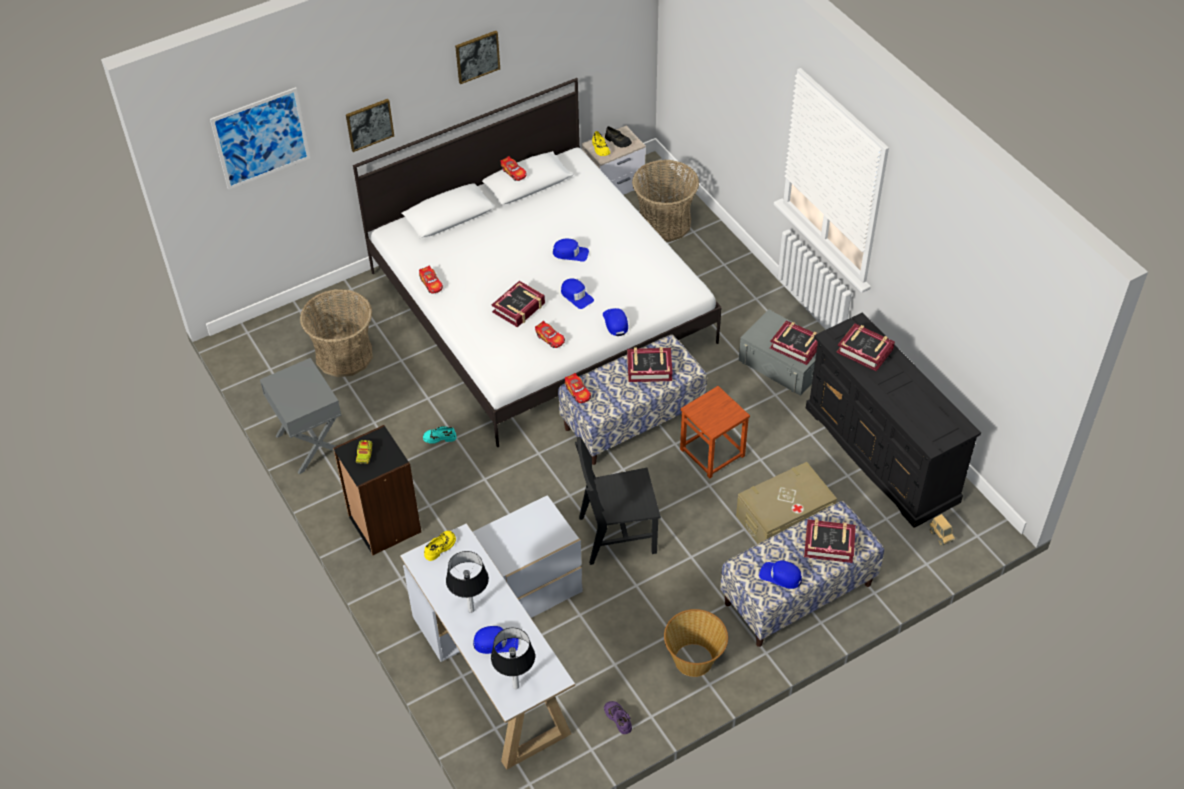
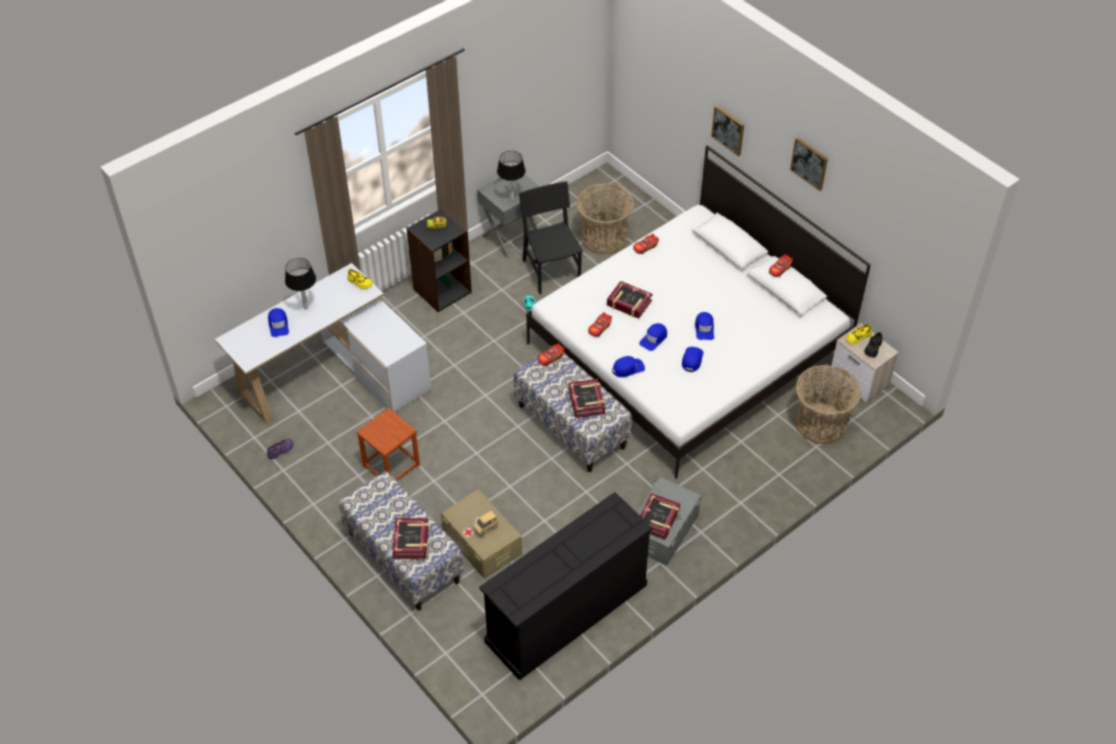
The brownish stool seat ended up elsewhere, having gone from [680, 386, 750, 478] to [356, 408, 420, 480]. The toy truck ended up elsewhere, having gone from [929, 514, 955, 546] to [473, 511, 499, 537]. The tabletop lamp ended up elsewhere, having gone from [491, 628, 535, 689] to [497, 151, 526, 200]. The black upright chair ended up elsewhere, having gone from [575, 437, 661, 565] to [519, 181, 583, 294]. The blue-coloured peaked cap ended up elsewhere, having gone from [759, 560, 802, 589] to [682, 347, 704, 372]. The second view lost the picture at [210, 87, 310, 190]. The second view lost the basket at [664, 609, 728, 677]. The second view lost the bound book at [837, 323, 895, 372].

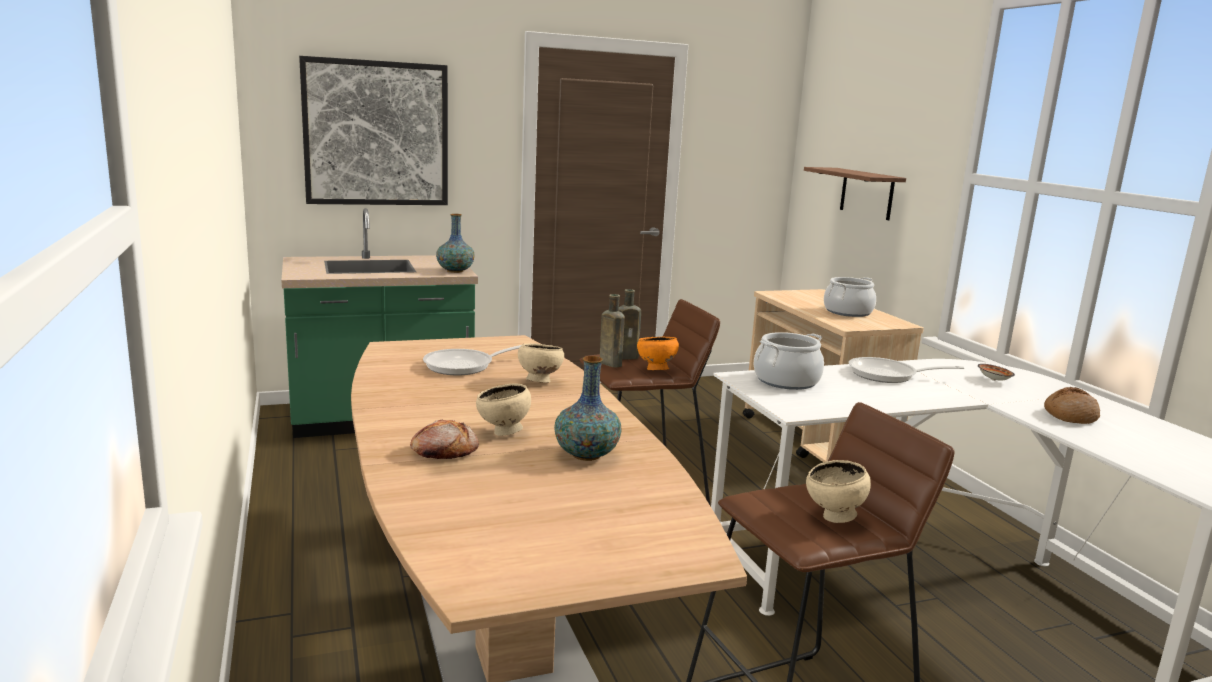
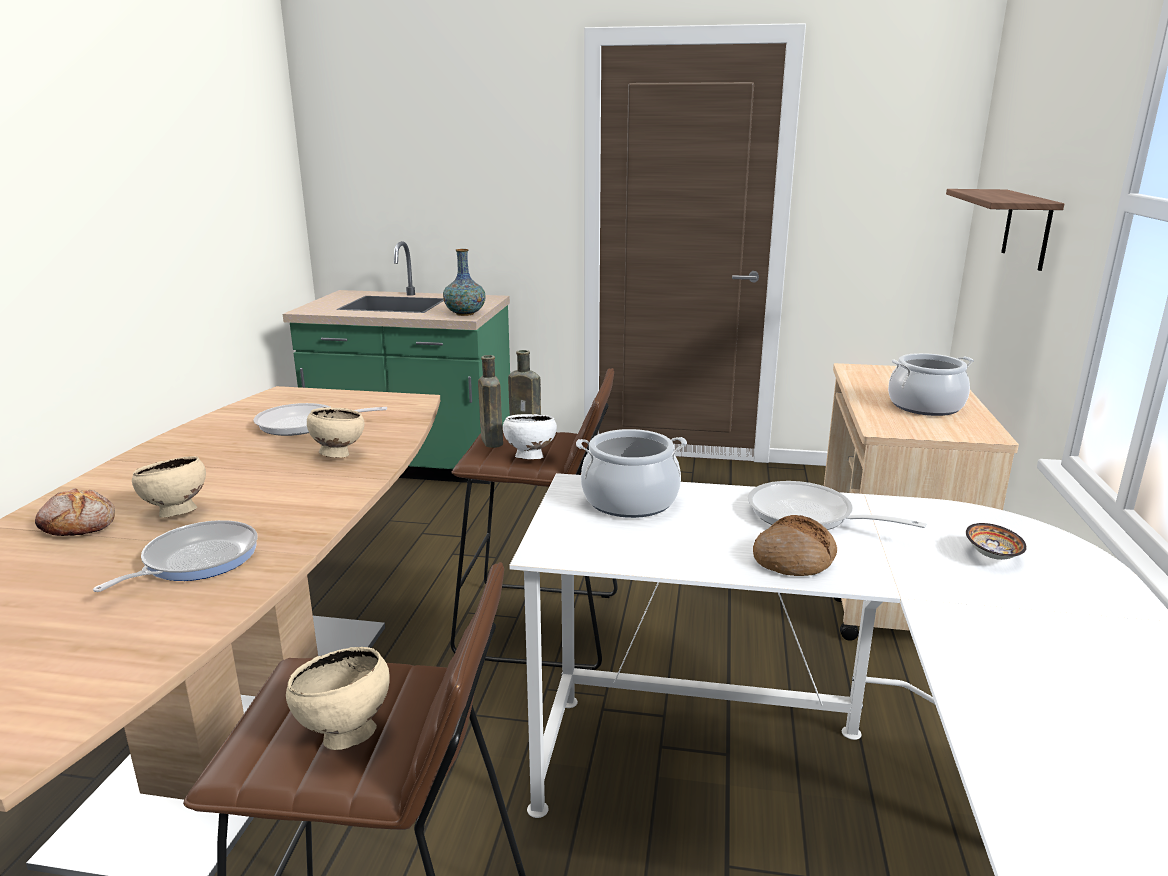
Where the decorative vase stood at [554, 356, 622, 461], the frying pan came to stand at [93, 520, 257, 592]. What was the orange-coloured serving bowl at [637, 337, 679, 370] turned into the whitish serving bowl at [503, 414, 557, 459]. The baked bread ended up elsewhere, having gone from [1044, 387, 1100, 424] to [753, 515, 837, 576]. The second view lost the picture at [299, 56, 448, 205].

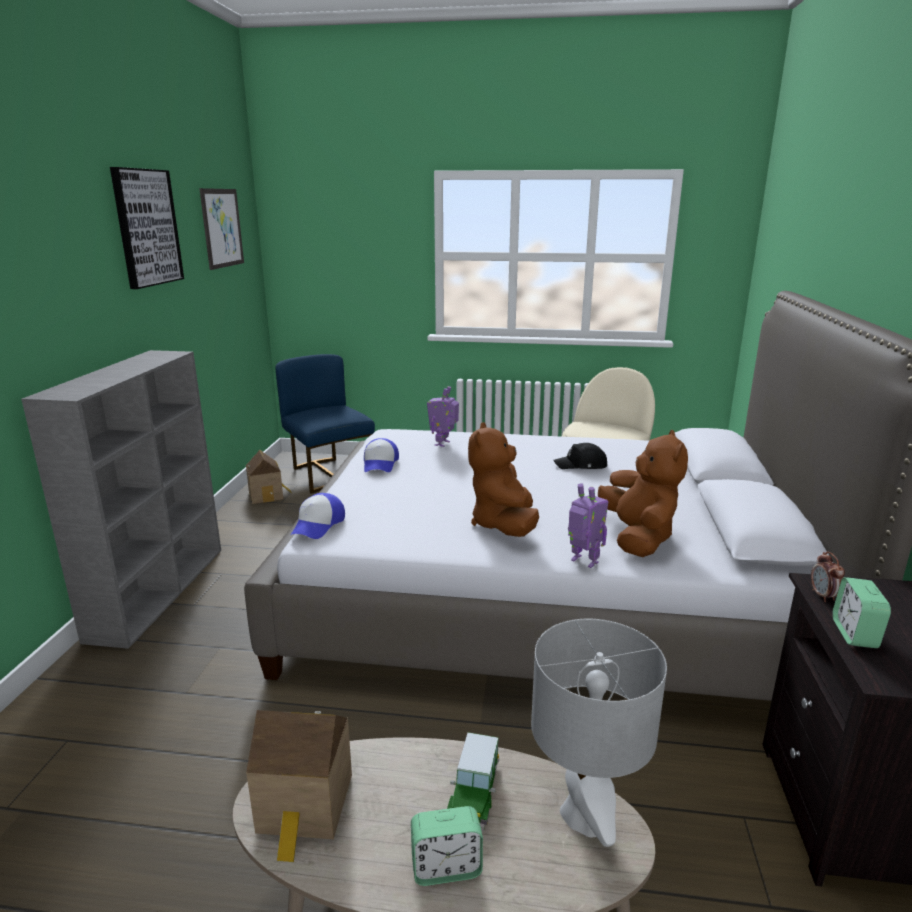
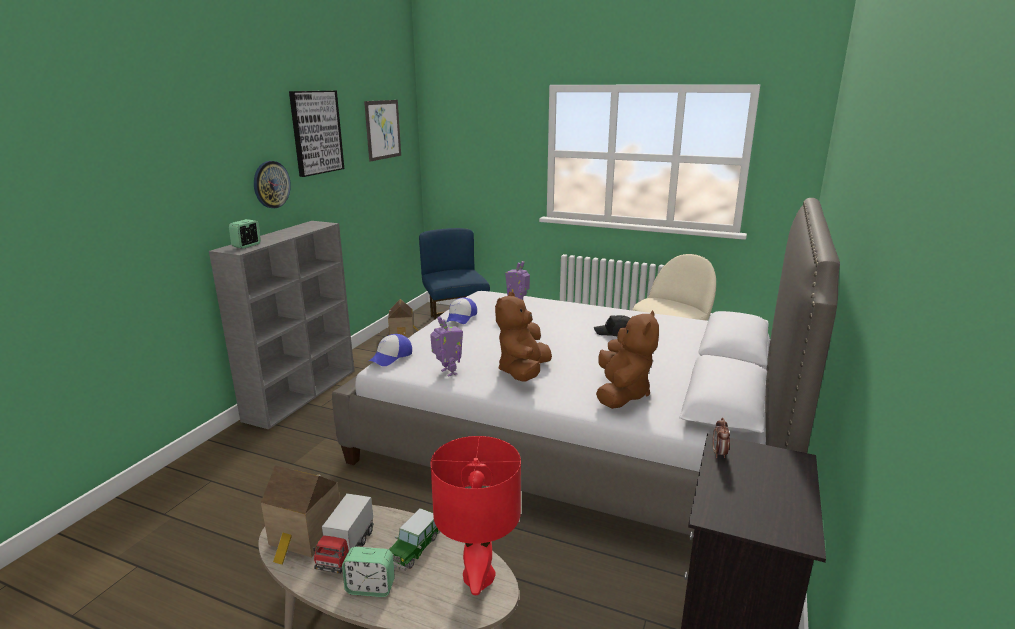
The bedside clock ended up elsewhere, having gone from [833, 577, 891, 648] to [229, 219, 261, 249]. The second view gained the wall clock at [254, 161, 291, 208]. The second view gained the toy truck at [313, 493, 374, 574]. The toy robot ended up elsewhere, having gone from [568, 483, 608, 568] to [430, 317, 463, 377]. What was the grey tabletop lamp at [531, 619, 667, 847] turned into the red tabletop lamp at [431, 436, 521, 595].

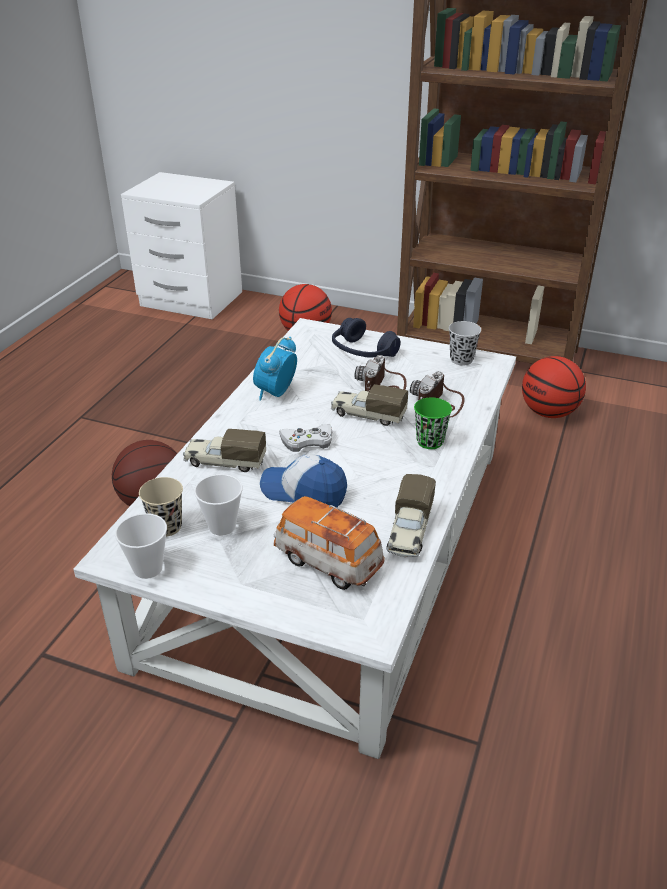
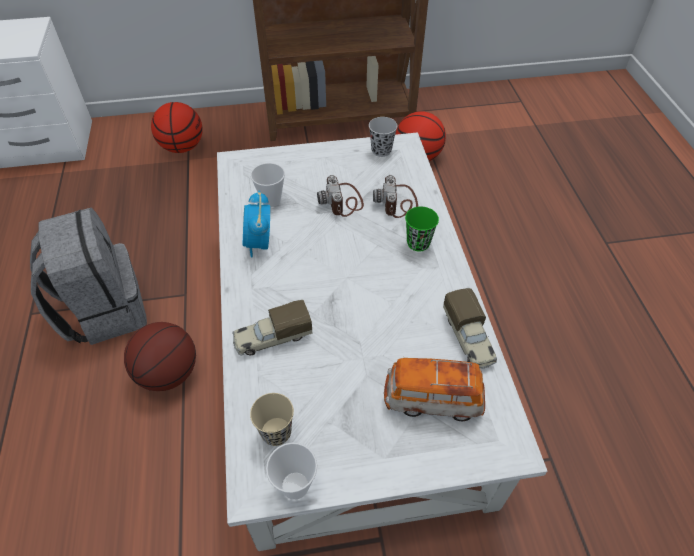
The second view gained the grey backpack at [30, 207, 147, 345]. The cup ended up elsewhere, having gone from [194, 474, 243, 536] to [250, 163, 285, 207]. The second view lost the peaked cap at [260, 454, 347, 508]. The second view lost the whitish gamepad at [279, 424, 332, 452]. The second view lost the toy truck at [331, 384, 408, 426]. The second view lost the blue-coloured headset at [332, 318, 401, 358].

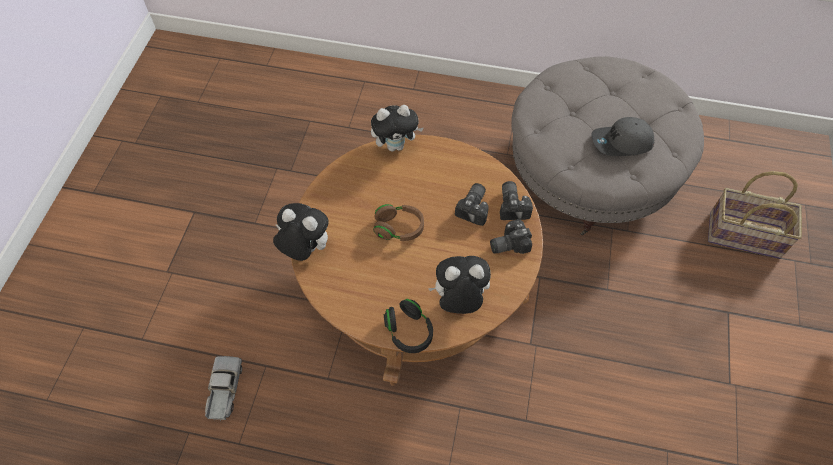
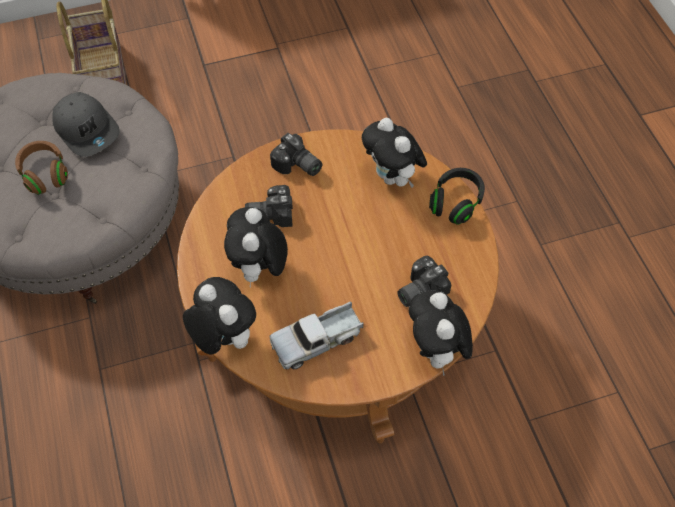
The brownish headset ended up elsewhere, having gone from [373, 204, 424, 241] to [15, 141, 68, 195]. The second view gained the plush toy at [224, 207, 288, 288]. The toy truck ended up elsewhere, having gone from [205, 356, 242, 421] to [269, 301, 364, 370]. The still camera ended up elsewhere, having gone from [500, 181, 533, 220] to [397, 256, 451, 307].

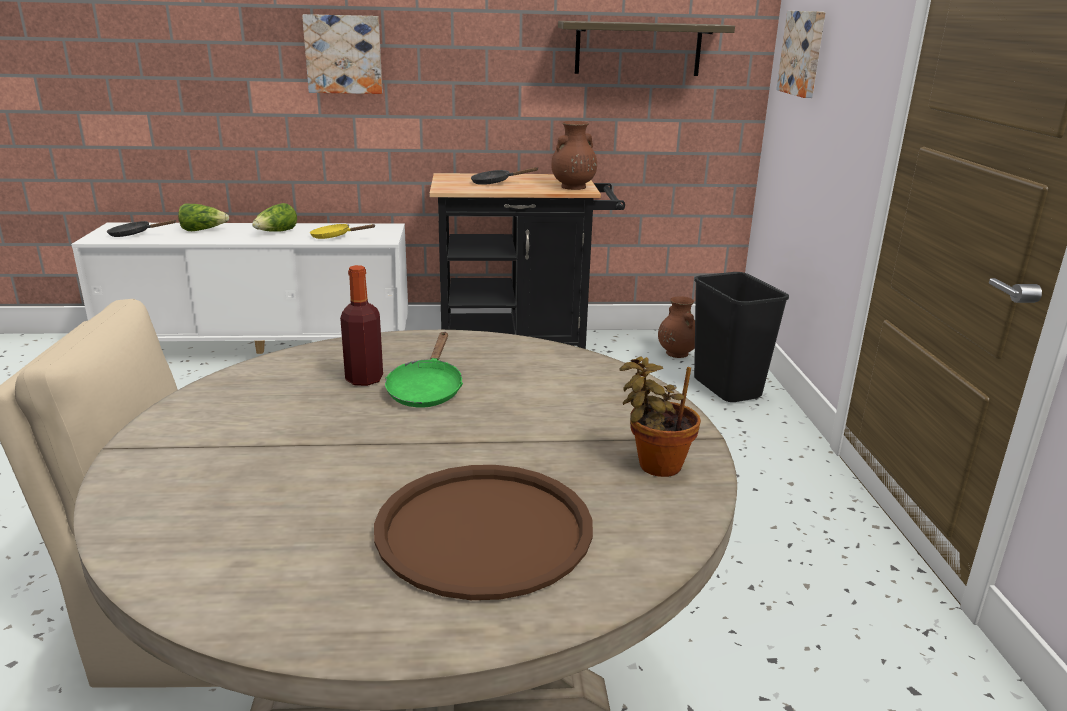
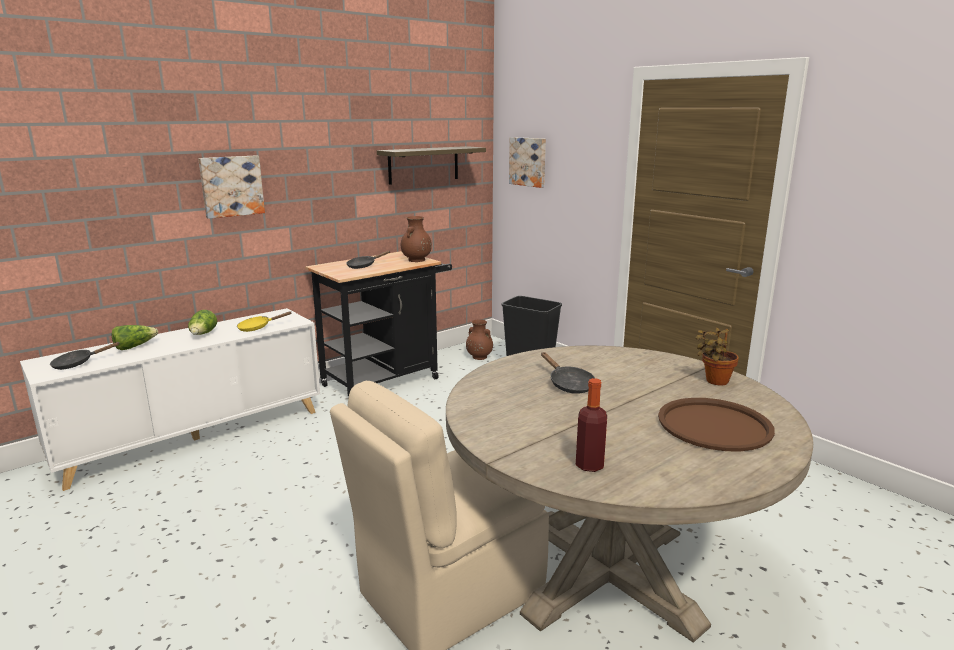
What was the green-coloured frying pan at [385, 332, 463, 408] turned into the black frying pan at [541, 352, 595, 394]. The beverage bottle ended up elsewhere, having gone from [340, 265, 383, 386] to [576, 378, 607, 472].

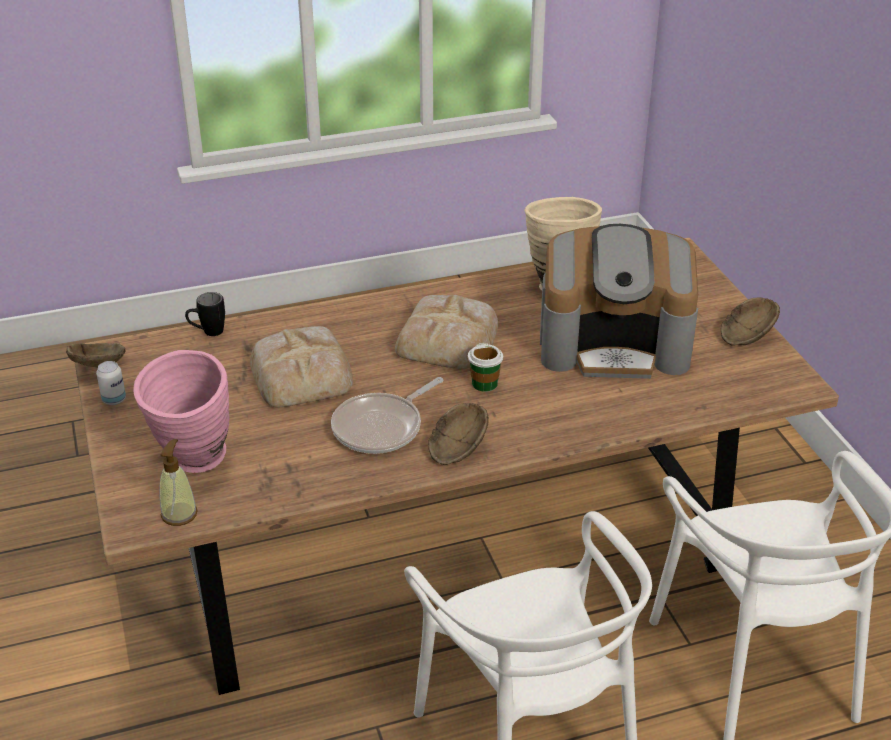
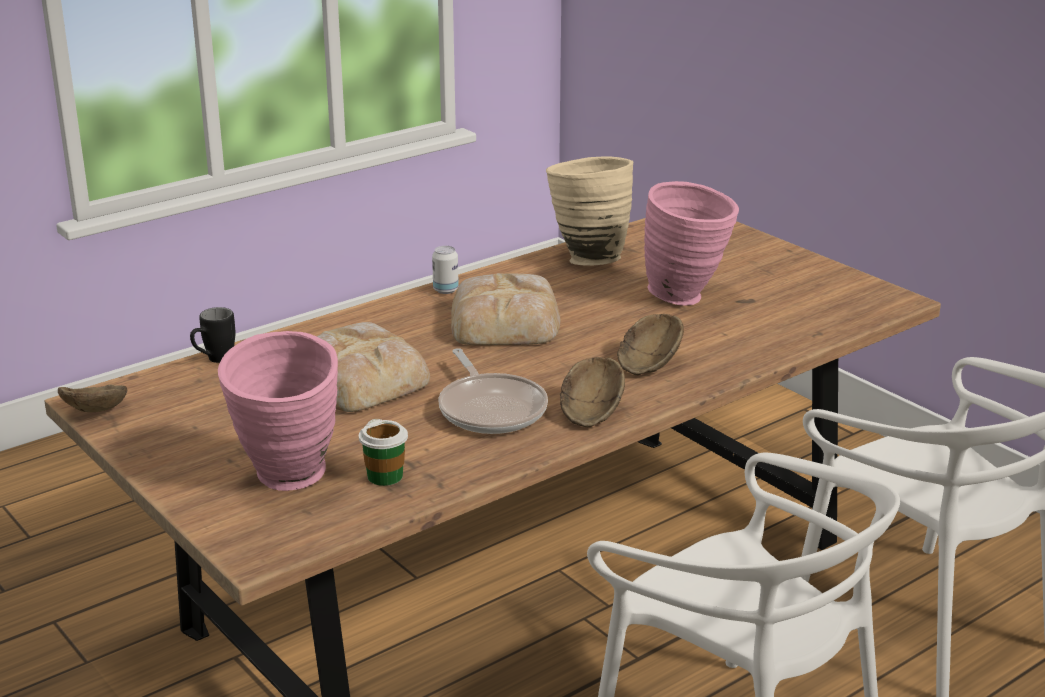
The cup ended up elsewhere, having gone from [468, 343, 503, 392] to [359, 419, 408, 486]. The sealed can ended up elsewhere, having gone from [96, 361, 126, 405] to [432, 246, 459, 294]. The frying pan at [331, 377, 443, 454] ended up facing another way, 45 degrees counterclockwise from before. The brownish serving bowl ended up elsewhere, having gone from [721, 298, 780, 346] to [617, 314, 684, 375]. Where the coffee maker stood at [540, 224, 698, 379], the pinkish decorative vase came to stand at [644, 181, 739, 306]. The second view lost the soap dispenser at [159, 439, 198, 526].

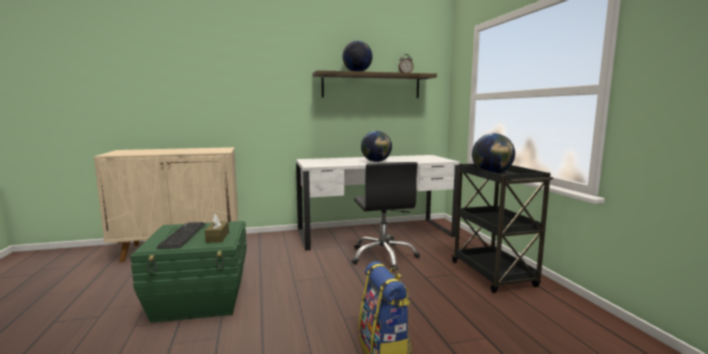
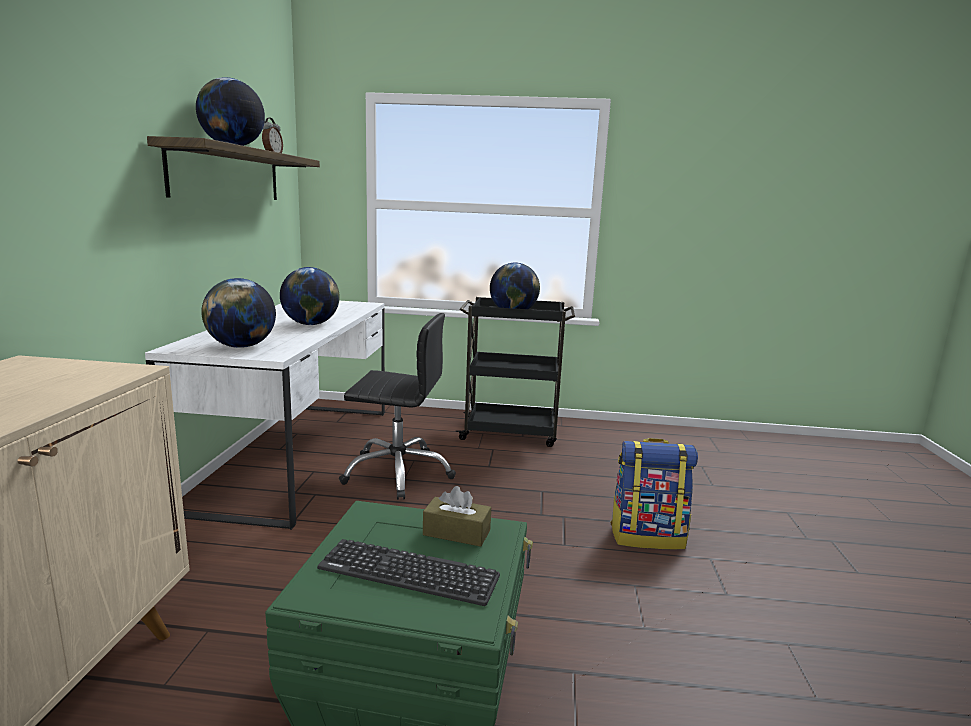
The second view gained the desk globe at [201, 278, 276, 348].

